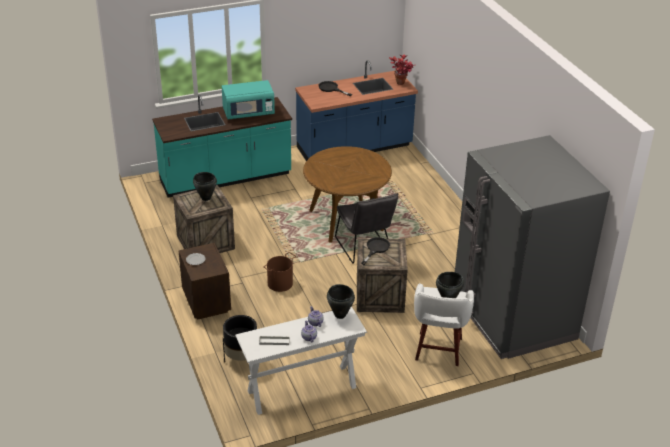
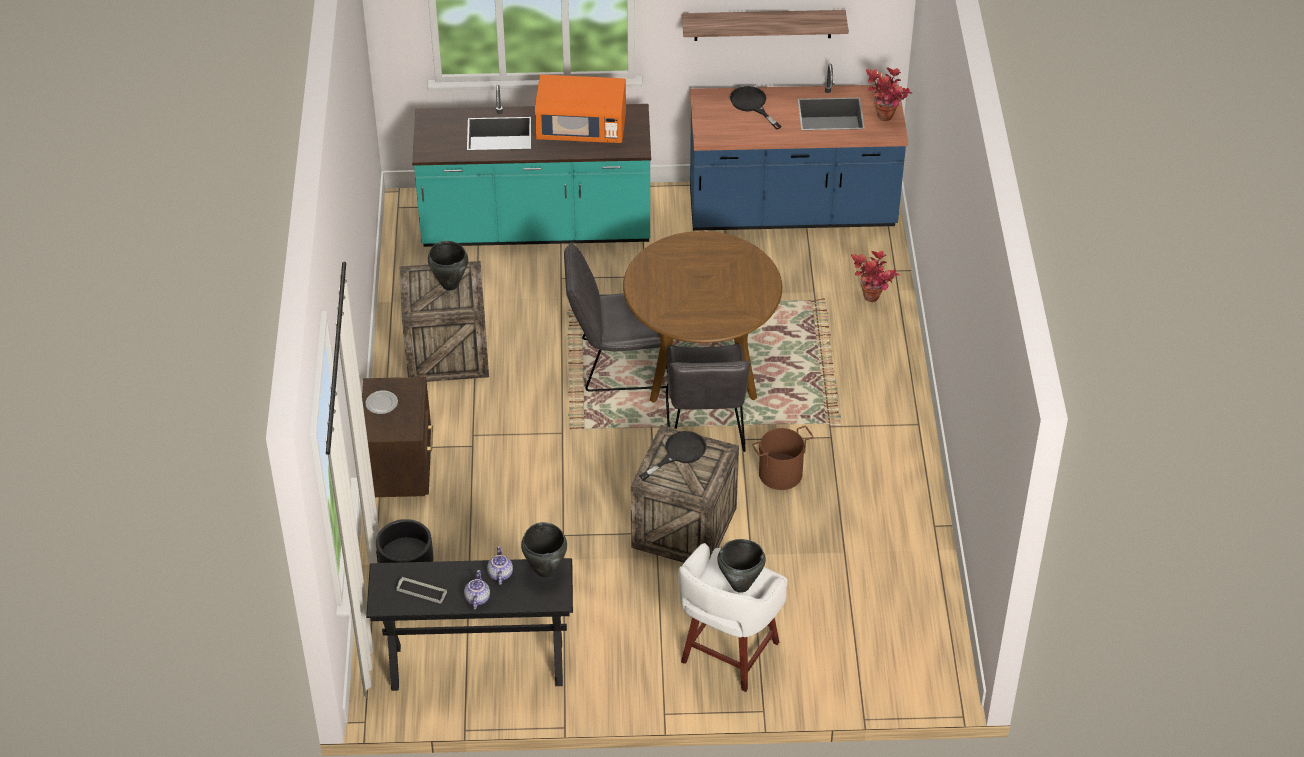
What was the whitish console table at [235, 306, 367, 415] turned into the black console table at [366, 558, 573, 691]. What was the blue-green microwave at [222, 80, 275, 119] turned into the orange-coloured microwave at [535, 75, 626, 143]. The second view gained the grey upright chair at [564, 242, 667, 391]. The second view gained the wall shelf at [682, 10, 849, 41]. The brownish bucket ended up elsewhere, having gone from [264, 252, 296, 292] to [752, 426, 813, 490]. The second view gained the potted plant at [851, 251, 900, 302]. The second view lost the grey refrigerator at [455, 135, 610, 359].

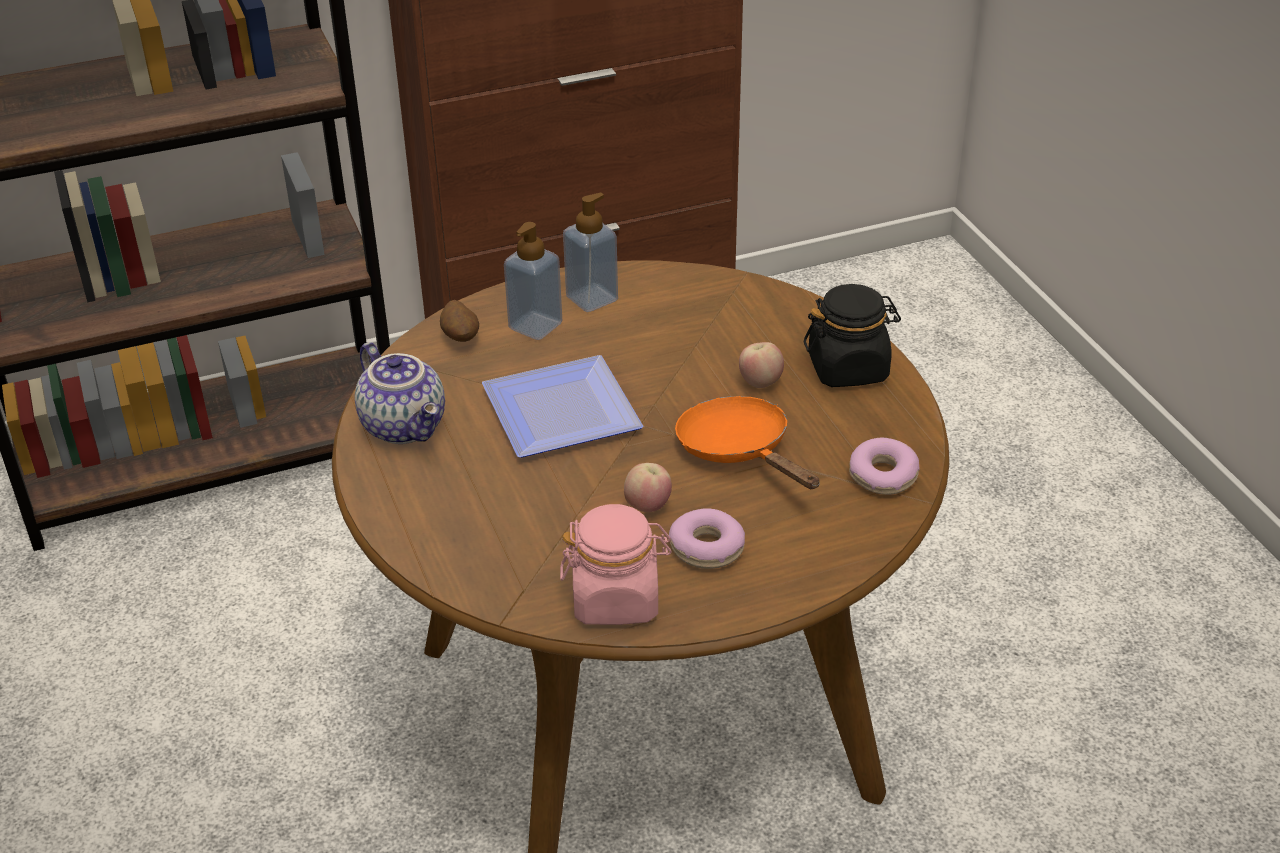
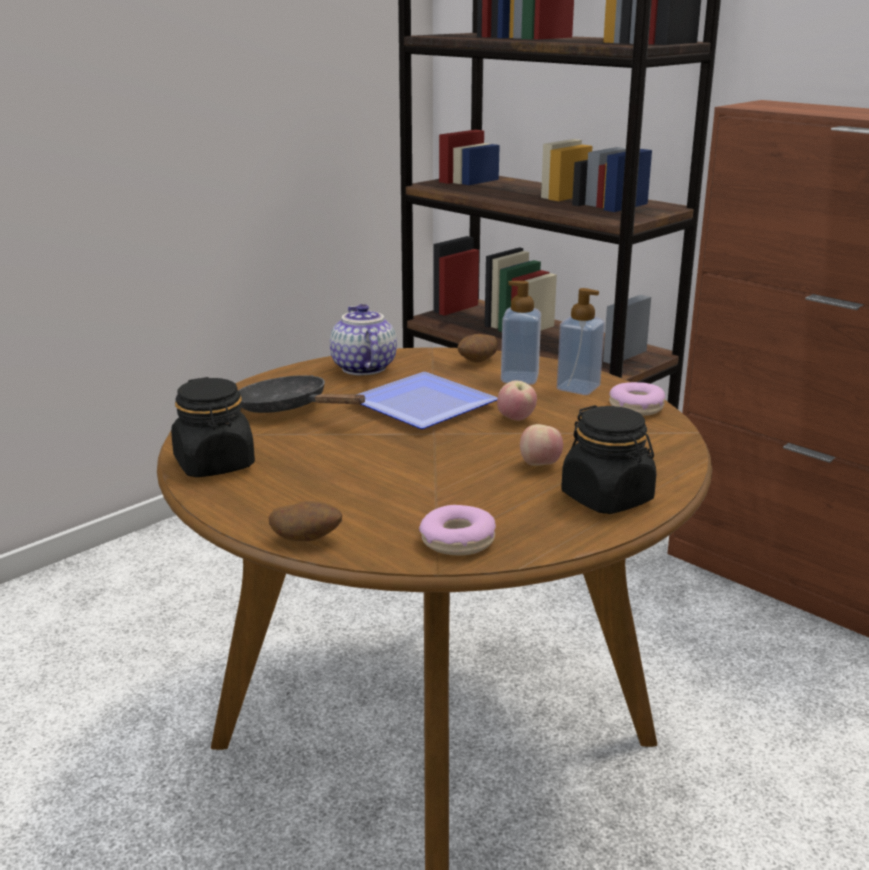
What was the pinkish preserve jar at [560, 504, 672, 625] turned into the black preserve jar at [171, 377, 255, 477]. The second view gained the black frying pan at [238, 375, 366, 413]. The second view gained the spud at [269, 501, 342, 541]. The tea pot at [355, 342, 445, 444] ended up facing another way, 135 degrees clockwise from before. The whole apple ended up elsewhere, having gone from [624, 463, 672, 512] to [497, 381, 537, 421]. The donut ended up elsewhere, having gone from [669, 508, 745, 569] to [609, 382, 665, 416]. The second view lost the orange-coloured frying pan at [675, 396, 820, 489].

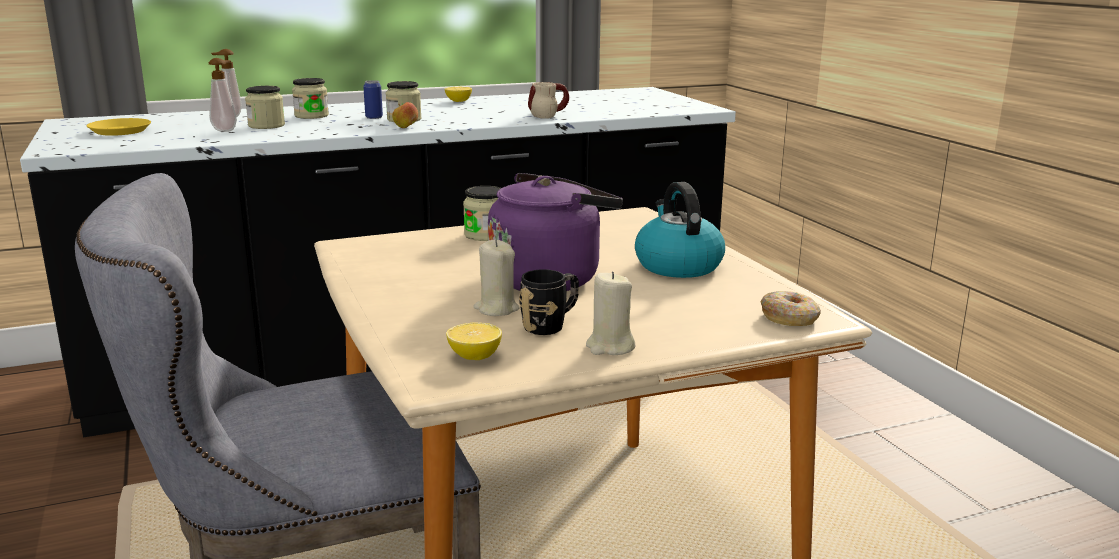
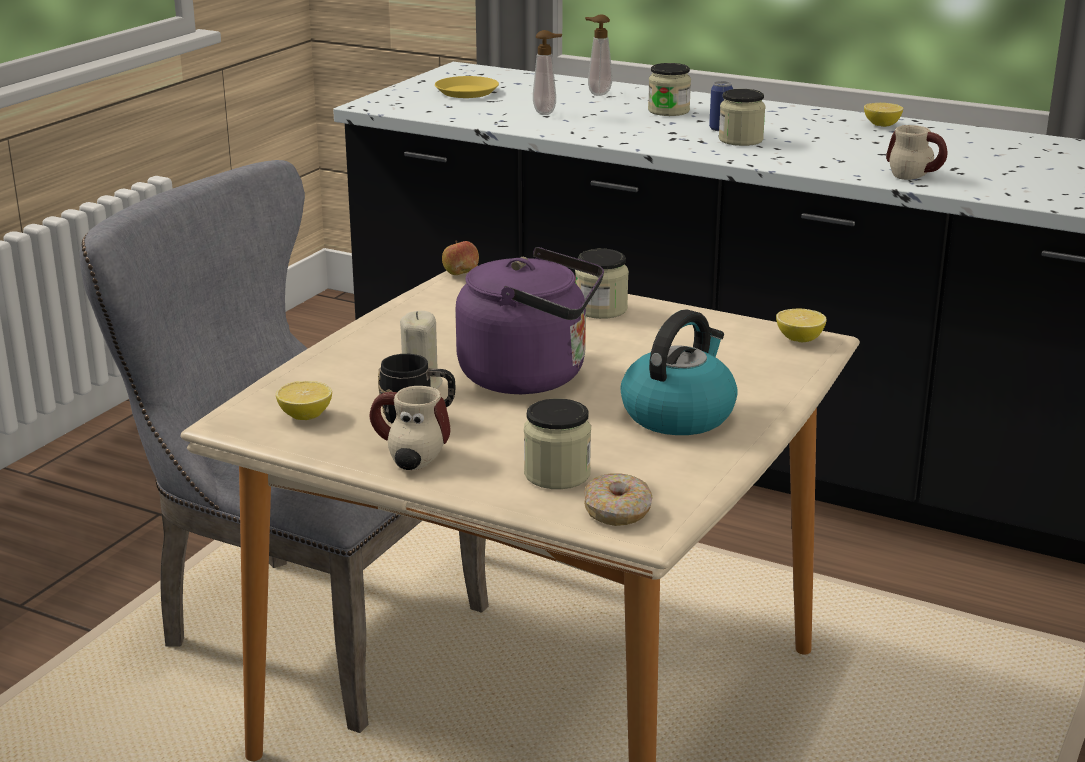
Where the beige-coloured candle stood at [586, 271, 635, 355], the tea mug came to stand at [370, 386, 450, 470]. The whole apple ended up elsewhere, having gone from [392, 102, 418, 128] to [442, 240, 479, 275]. The preserve jar ended up elsewhere, having gone from [245, 86, 285, 129] to [524, 398, 591, 489]. The second view gained the lemon at [776, 309, 827, 342].

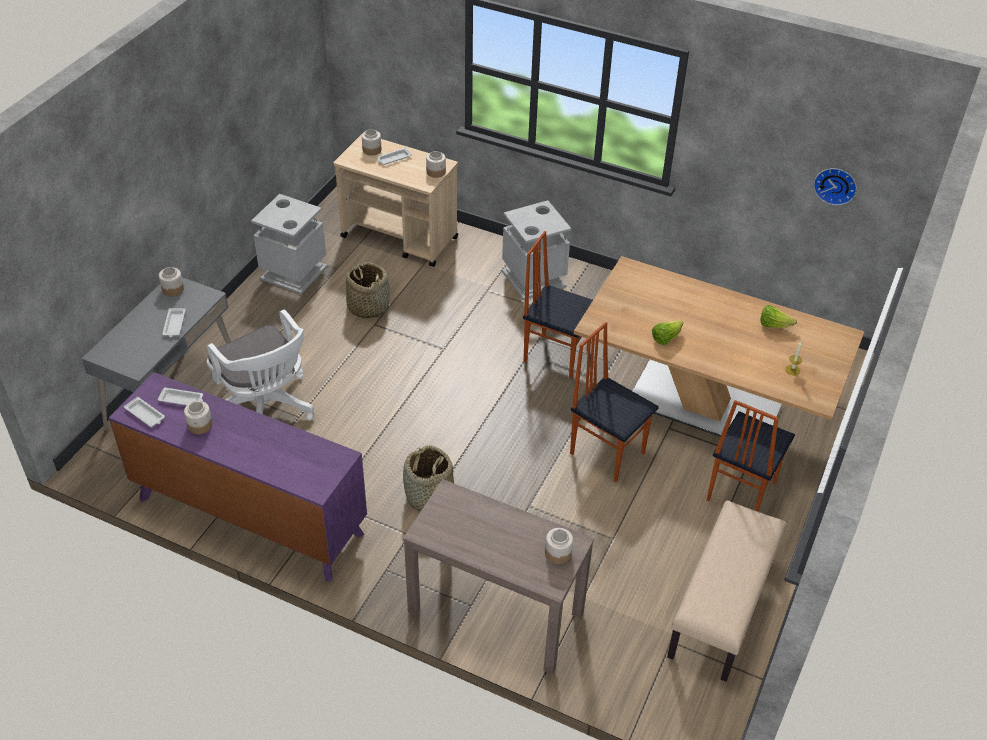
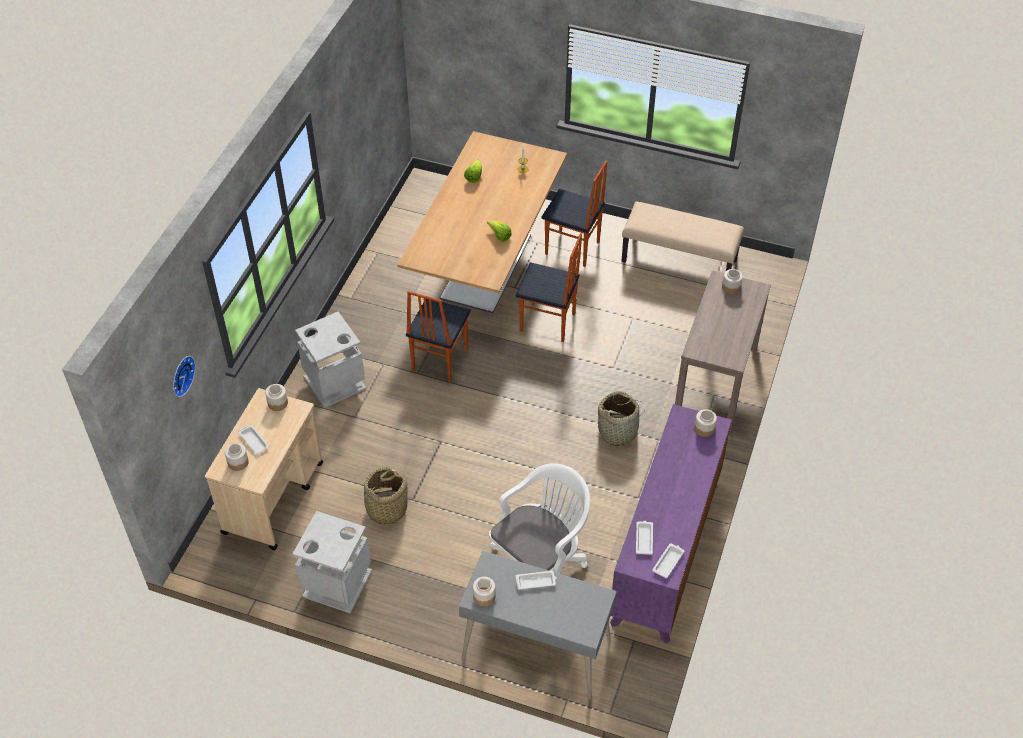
The wall clock ended up elsewhere, having gone from [813, 168, 857, 205] to [173, 356, 196, 397]. The upright chair at [570, 322, 659, 482] ended up facing another way, 105 degrees counterclockwise from before. The preserve jar ended up elsewhere, having gone from [184, 401, 212, 434] to [694, 409, 717, 437].

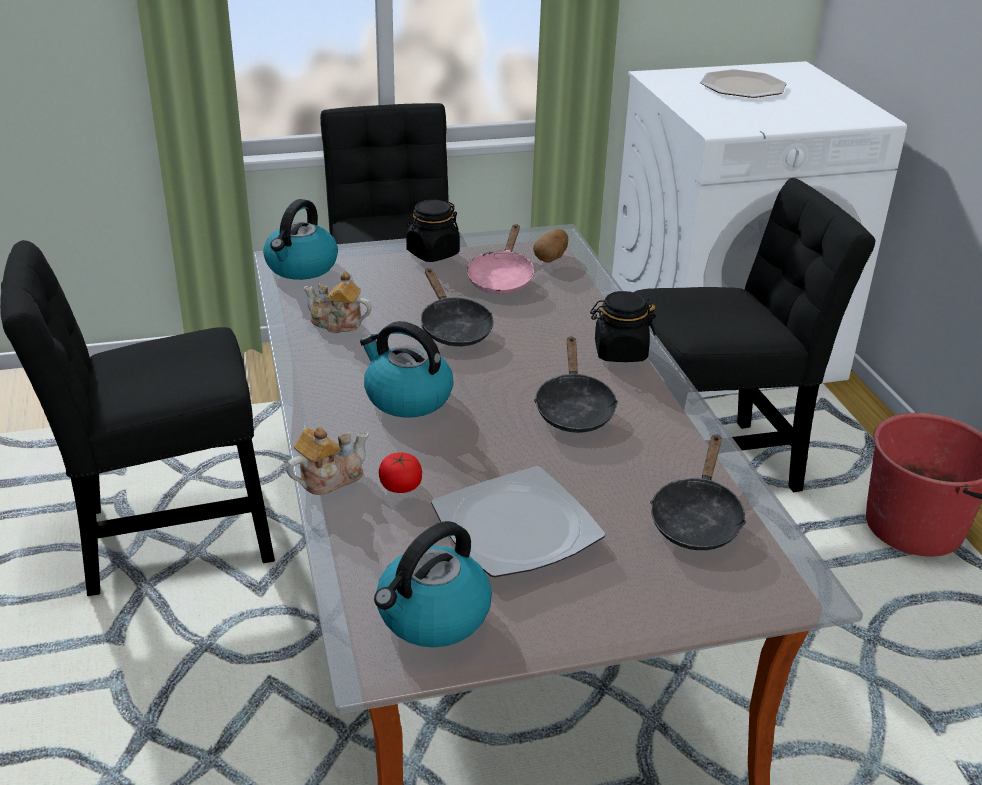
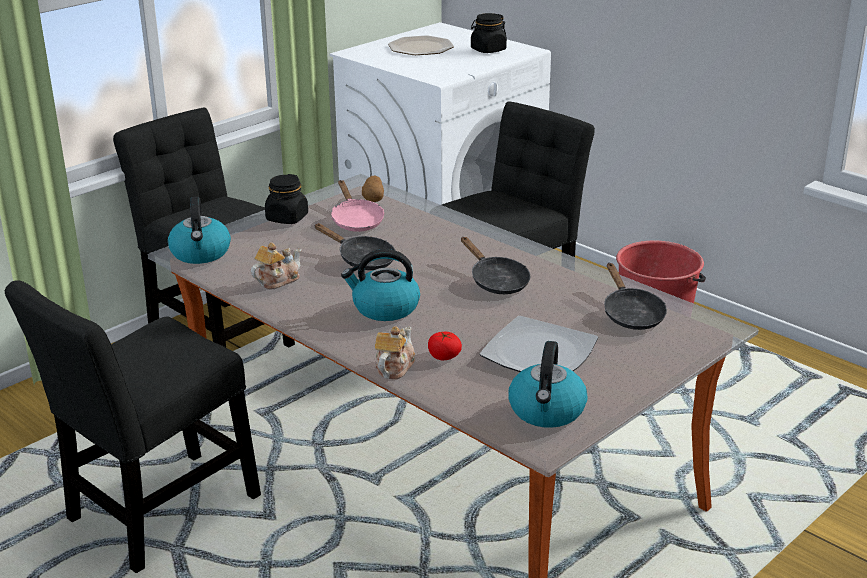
The tea pot at [304, 271, 372, 333] ended up facing another way, 150 degrees clockwise from before. The black preserve jar ended up elsewhere, having gone from [590, 291, 656, 362] to [471, 13, 507, 53].

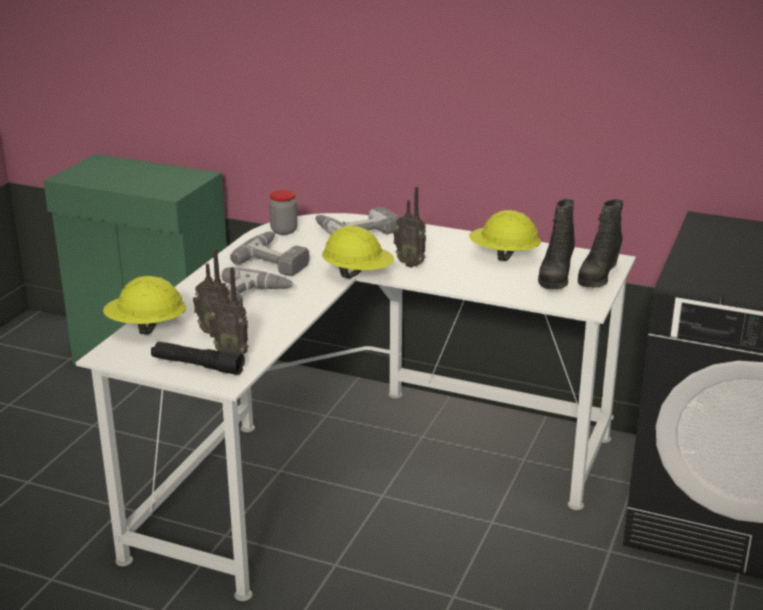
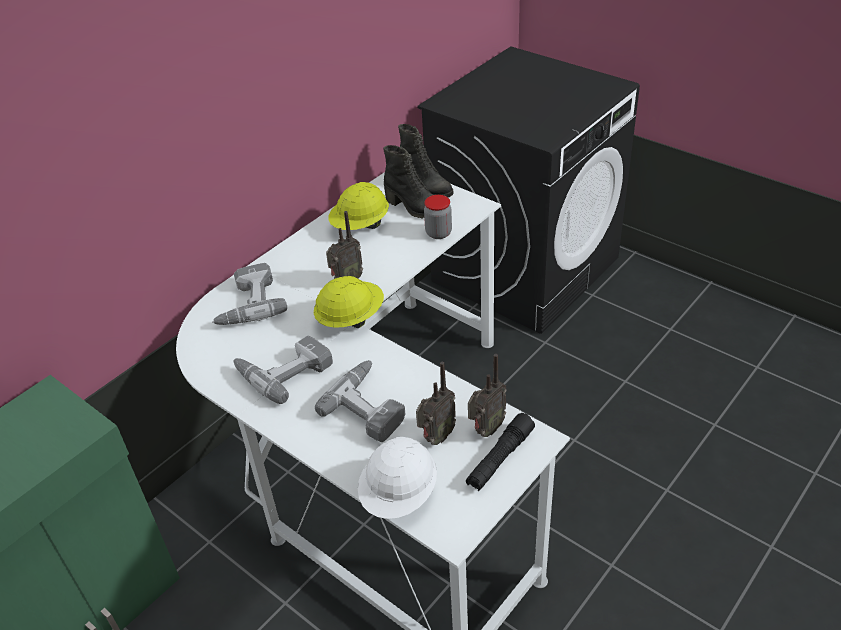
What was the yellow work helmet at [103, 276, 186, 335] turned into the whitish work helmet at [358, 437, 437, 519]. The preserve jar ended up elsewhere, having gone from [269, 190, 298, 235] to [424, 195, 452, 239].

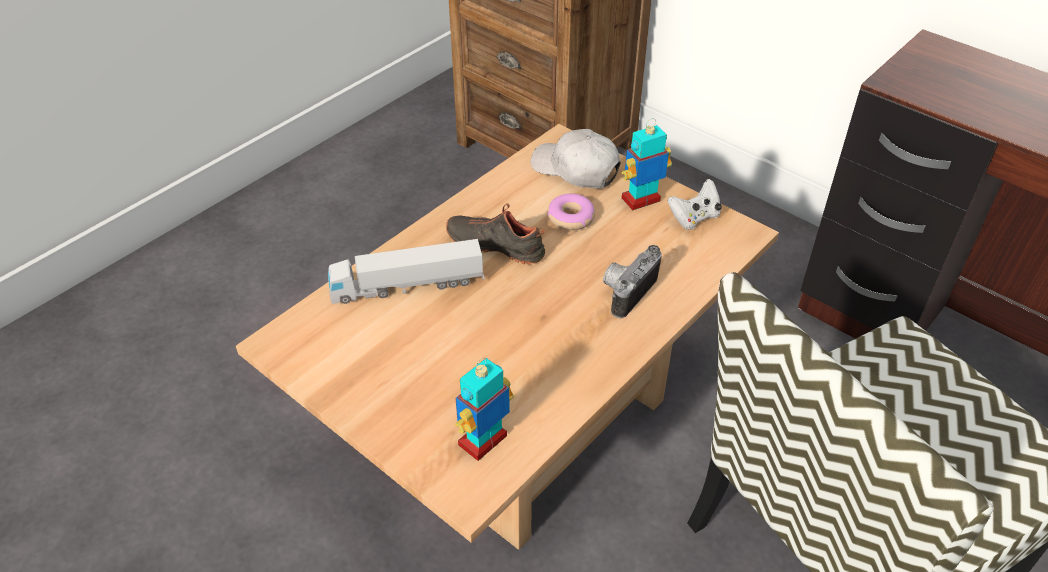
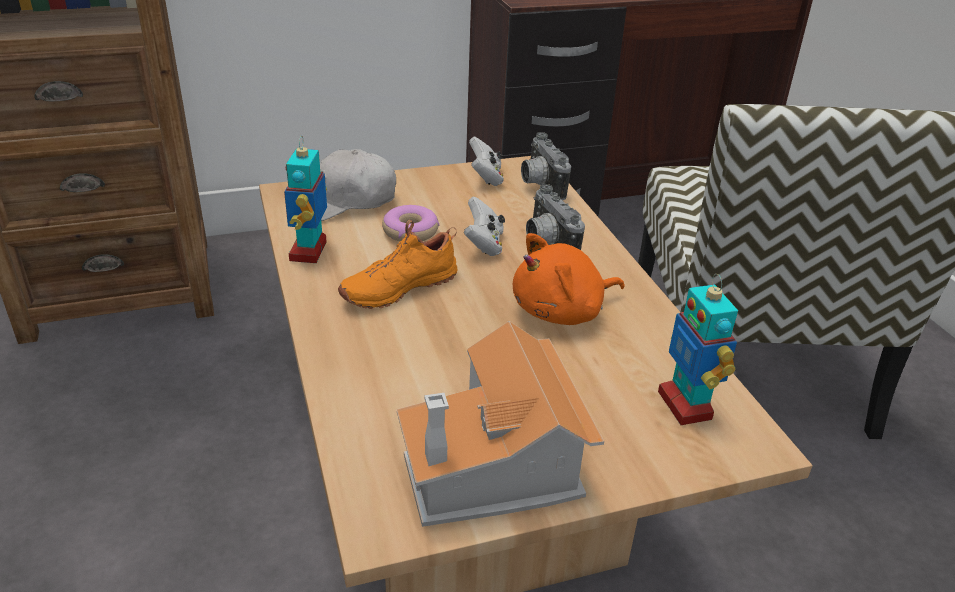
The toy robot ended up elsewhere, having gone from [622, 119, 672, 210] to [284, 136, 327, 263]. What was the black item of footwear at [446, 203, 545, 265] turned into the orange-coloured item of footwear at [338, 220, 458, 309]. The second view gained the toy house at [396, 321, 604, 527]. The second view gained the whitish gamepad at [464, 197, 505, 256]. The second view gained the orange-coloured plush toy at [513, 233, 625, 325]. The second view gained the still camera at [521, 132, 571, 201]. The second view lost the toy truck at [328, 239, 485, 304].

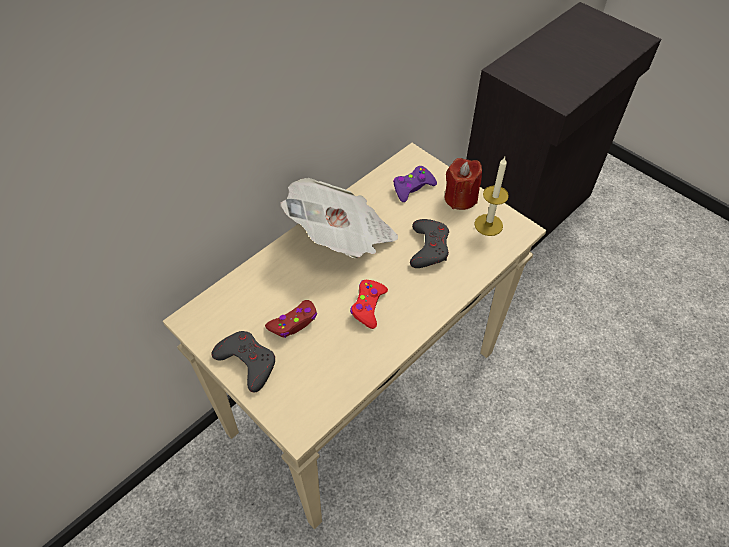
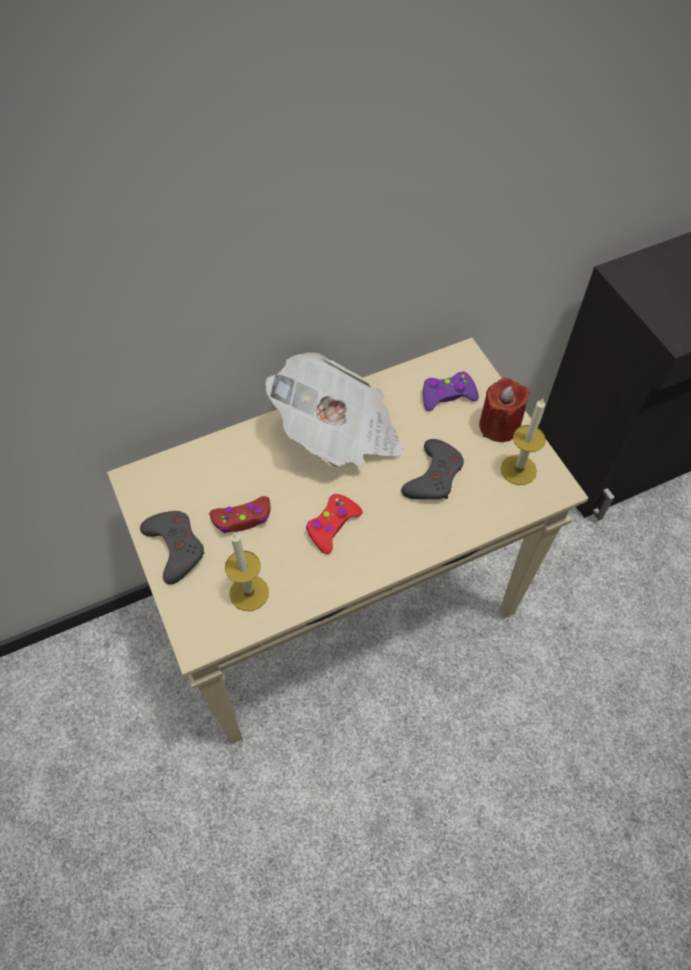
The second view gained the candle at [225, 532, 269, 611].

